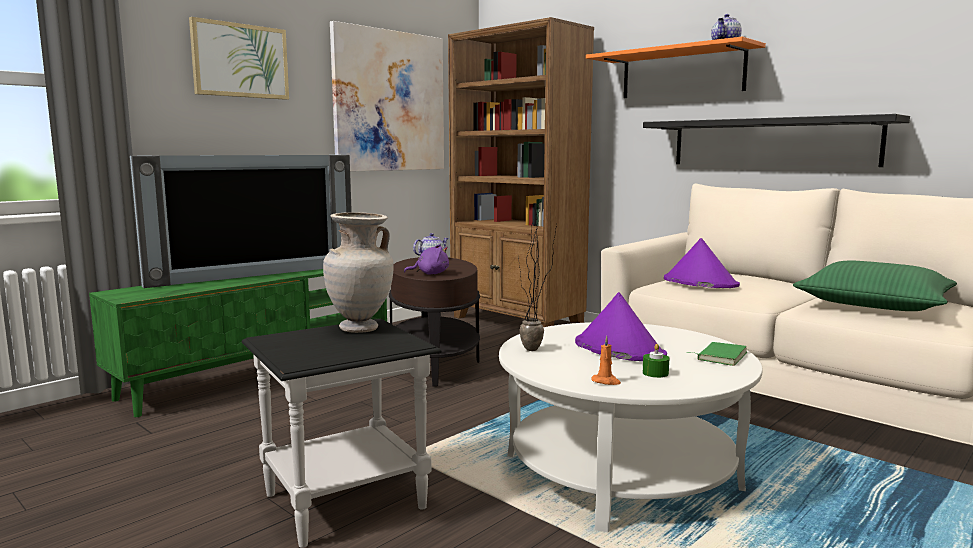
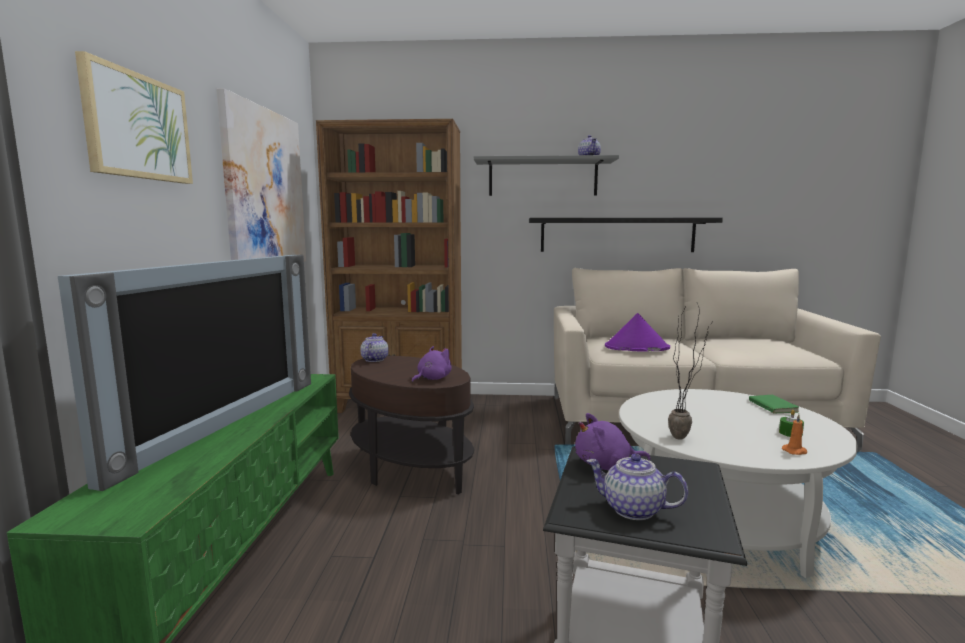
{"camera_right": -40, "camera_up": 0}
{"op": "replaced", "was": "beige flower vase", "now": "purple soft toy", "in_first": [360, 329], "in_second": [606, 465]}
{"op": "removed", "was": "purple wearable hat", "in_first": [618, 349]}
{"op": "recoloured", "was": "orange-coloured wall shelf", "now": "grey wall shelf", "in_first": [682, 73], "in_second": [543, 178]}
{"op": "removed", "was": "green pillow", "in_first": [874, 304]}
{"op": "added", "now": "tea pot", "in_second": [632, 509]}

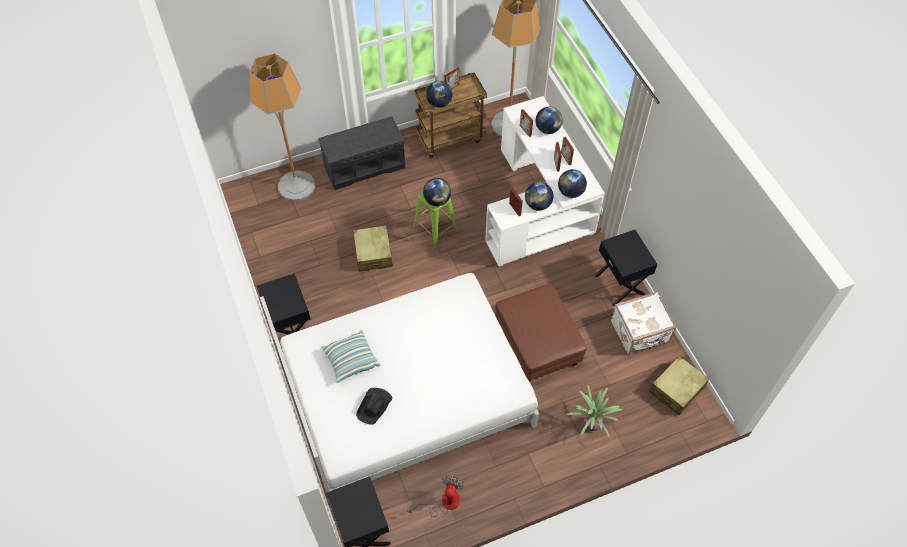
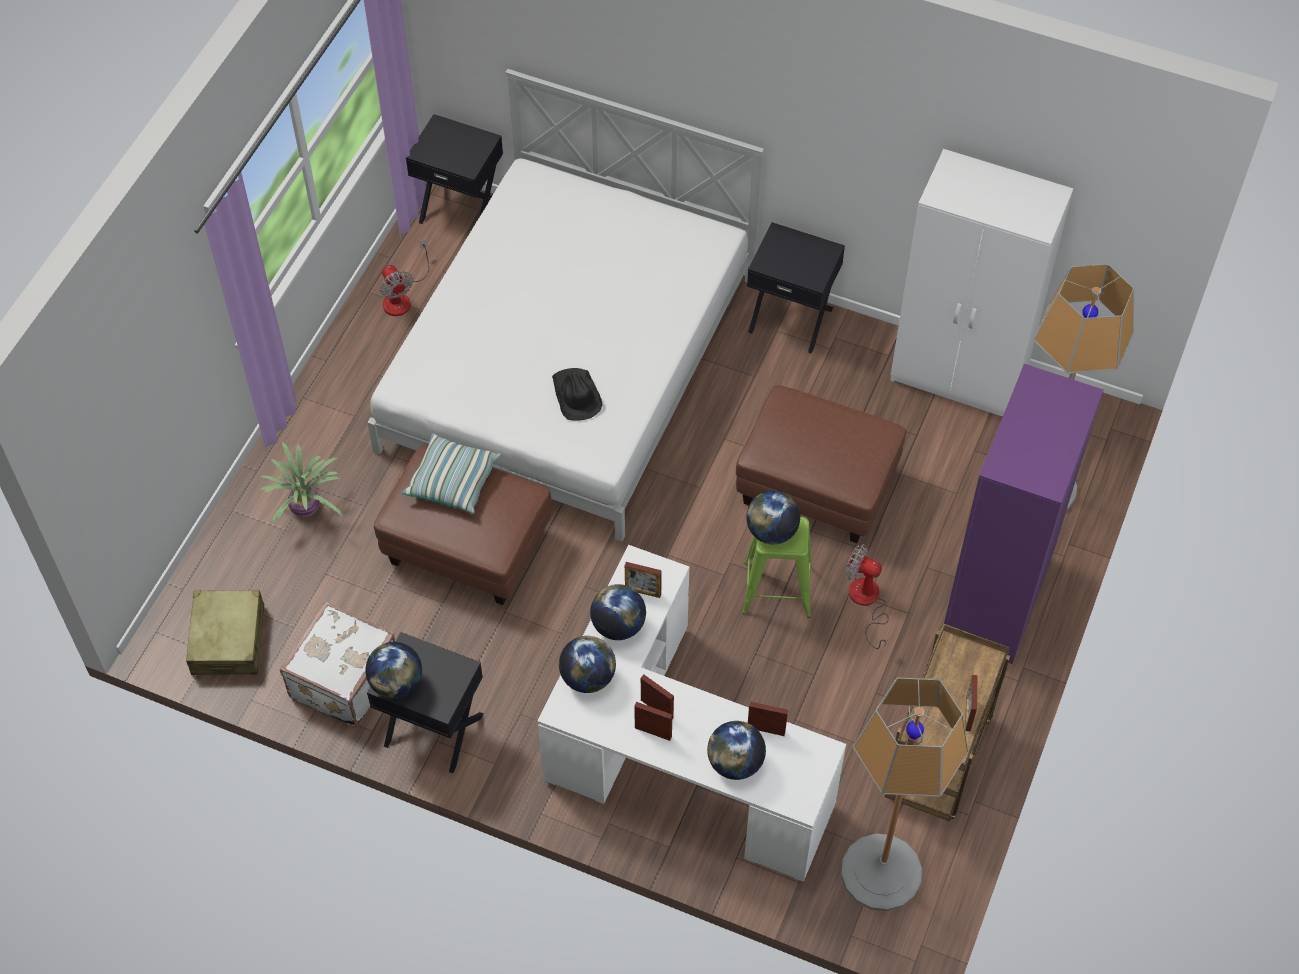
{"camera_right": 135, "camera_up": 0}
{"op": "replaced", "was": "grey bench", "now": "purple armoire", "in_first": [365, 166], "in_second": [995, 599]}
{"op": "moved", "was": "pillow", "in_first": [351, 360], "in_second": [452, 481]}
{"op": "replaced", "was": "beige travel case", "now": "brownish footrest", "in_first": [373, 253], "in_second": [816, 486]}
{"op": "moved", "was": "blackish wearable hat", "in_first": [374, 406], "in_second": [576, 396]}
{"op": "moved", "was": "world globe", "in_first": [439, 103], "in_second": [396, 683]}
{"op": "added", "now": "fan", "in_second": [866, 602]}
{"op": "added", "now": "white-coloured armoire", "in_second": [959, 377]}

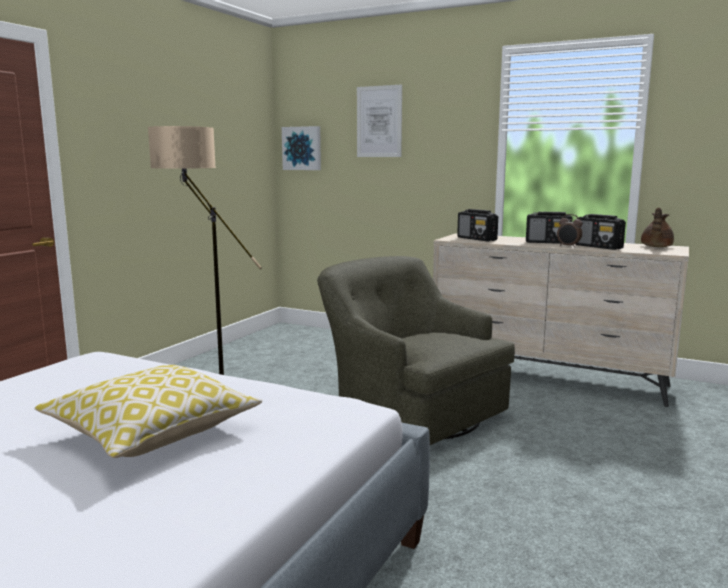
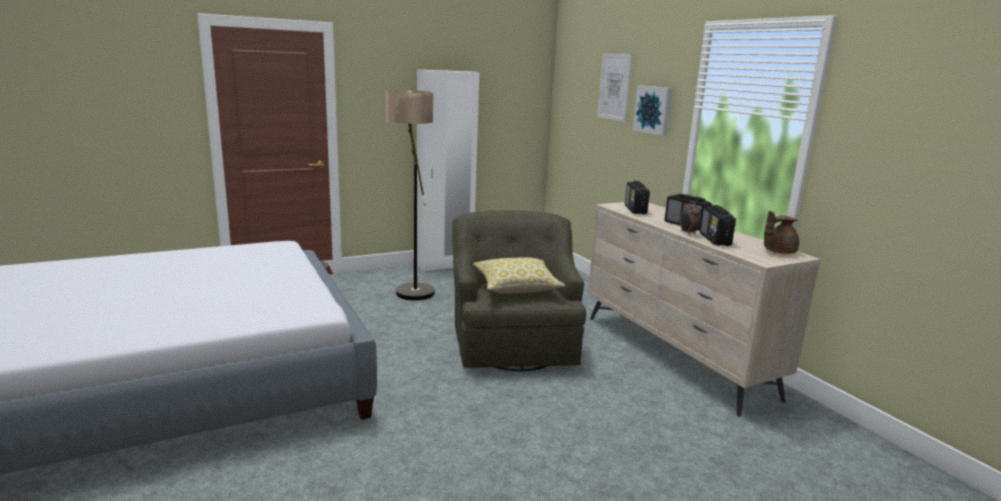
{"camera_right": 35, "camera_up": 5}
{"op": "moved", "was": "pillow", "in_first": [152, 432], "in_second": [516, 287]}
{"op": "moved", "was": "wall art", "in_first": [302, 148], "in_second": [653, 110]}
{"op": "added", "now": "white-coloured armoire", "in_second": [445, 265]}

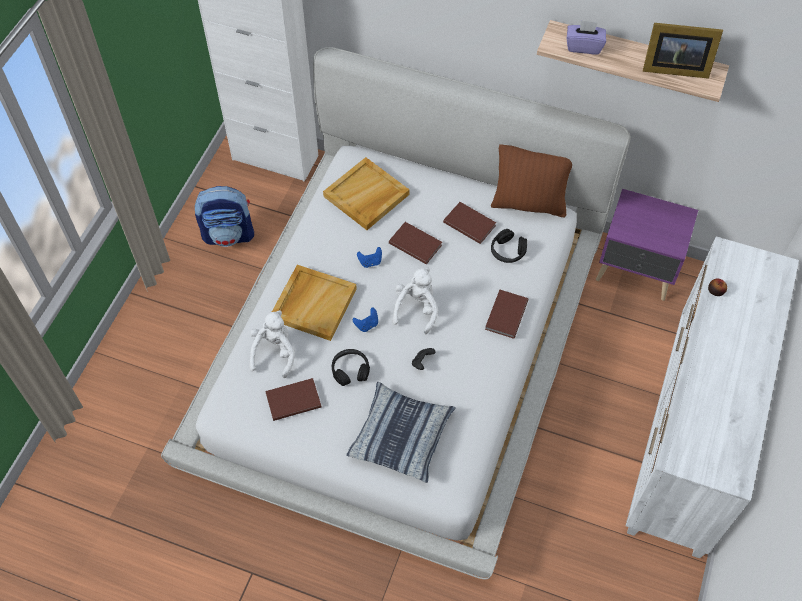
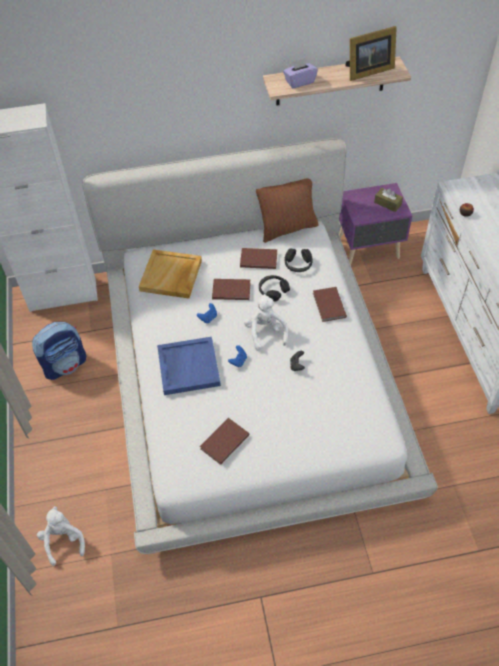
{"camera_right": -30, "camera_up": -5}
{"op": "moved", "was": "white-coloured soft toy", "in_first": [274, 352], "in_second": [63, 541]}
{"op": "recoloured", "was": "beige carrying tray", "now": "blue carrying tray", "in_first": [313, 303], "in_second": [188, 367]}
{"op": "moved", "was": "blackish headphones", "in_first": [350, 370], "in_second": [273, 291]}
{"op": "removed", "was": "pillow", "in_first": [401, 436]}
{"op": "added", "now": "brownish tissue box", "in_second": [387, 203]}

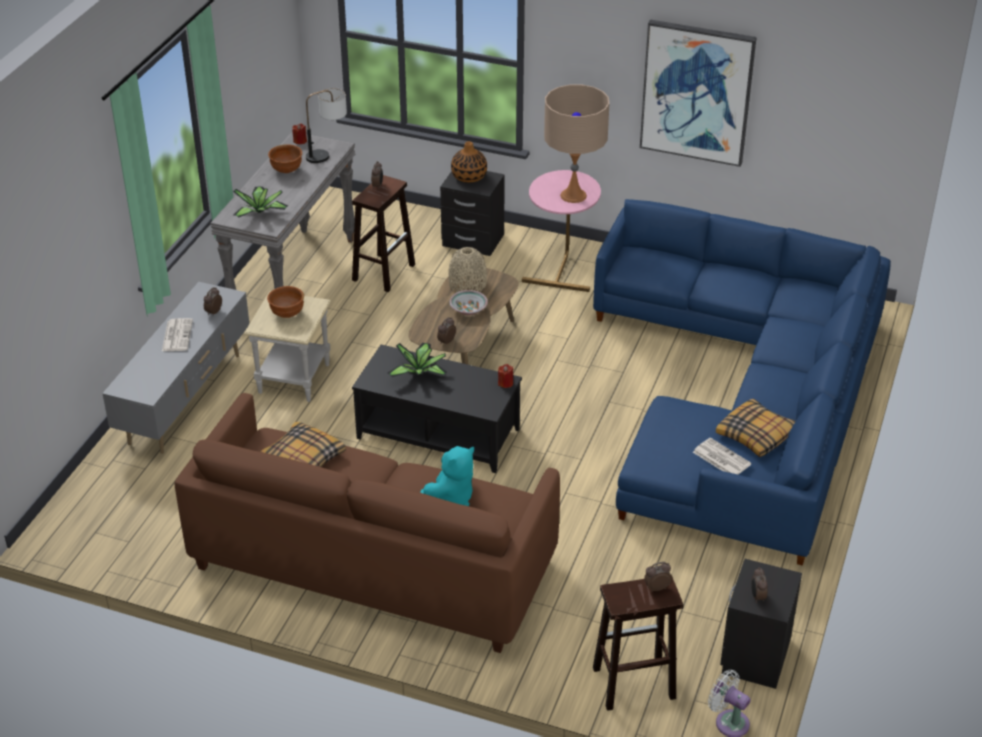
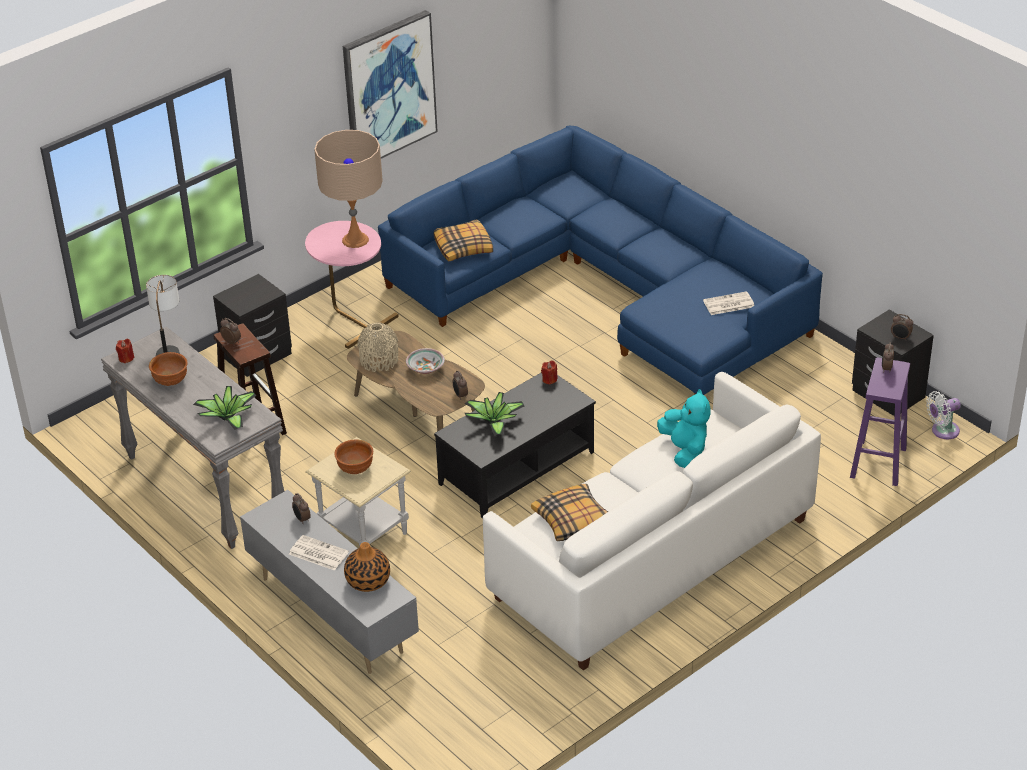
{"camera_right": -60, "camera_up": 0}
{"op": "recoloured", "was": "brownish settee", "now": "white-coloured settee", "in_first": [373, 563], "in_second": [653, 559]}
{"op": "moved", "was": "flower vase", "in_first": [469, 176], "in_second": [368, 580]}
{"op": "recoloured", "was": "brownish stool", "now": "purple stool", "in_first": [632, 683], "in_second": [878, 463]}
{"op": "moved", "was": "pillow", "in_first": [756, 435], "in_second": [464, 247]}

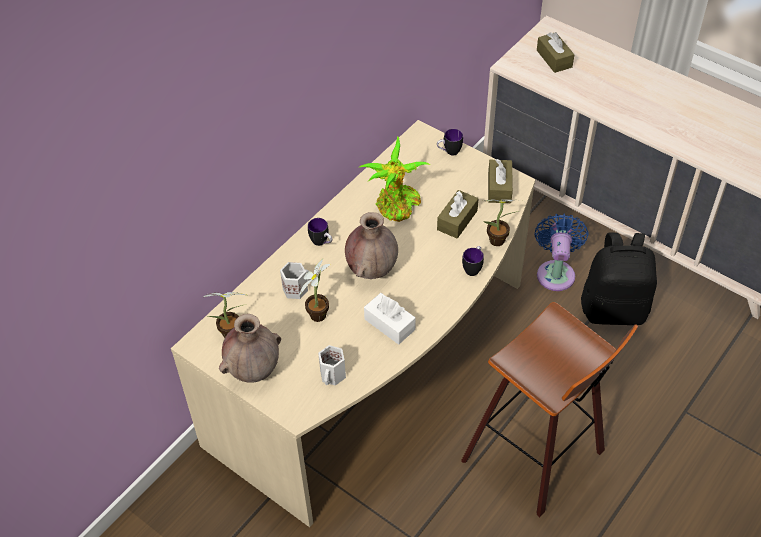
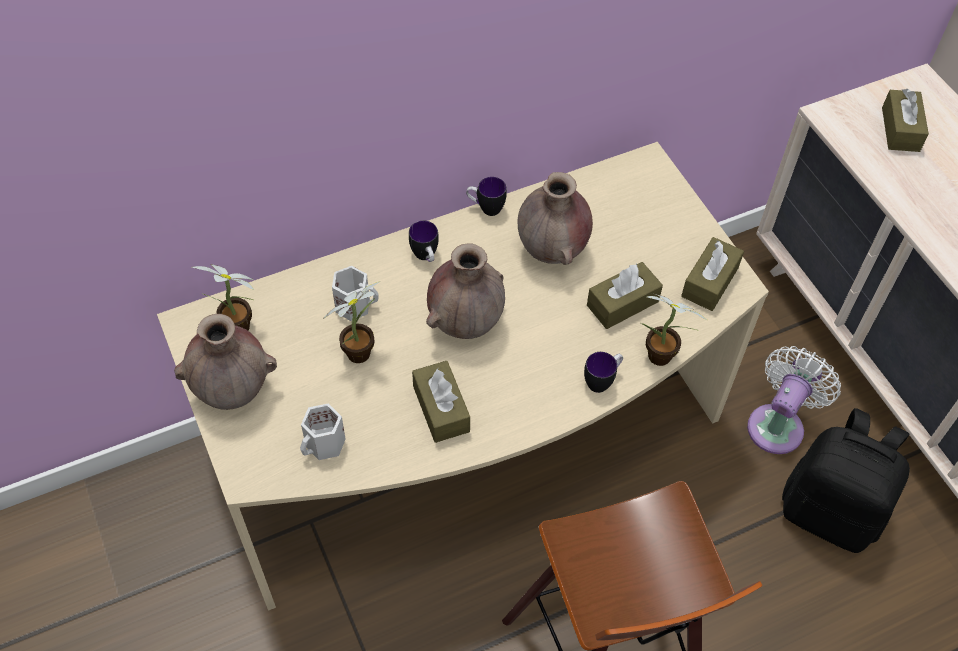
{"camera_right": 25, "camera_up": 5}
{"op": "replaced", "was": "houseplant", "now": "brownish flower vase", "in_first": [396, 208], "in_second": [552, 251]}
{"op": "recoloured", "was": "white-coloured tissue box", "now": "brownish tissue box", "in_first": [389, 324], "in_second": [441, 409]}
{"op": "moved", "was": "tea mug", "in_first": [449, 152], "in_second": [485, 208]}
{"op": "recoloured", "was": "blue fan", "now": "white-coloured fan", "in_first": [556, 272], "in_second": [778, 424]}

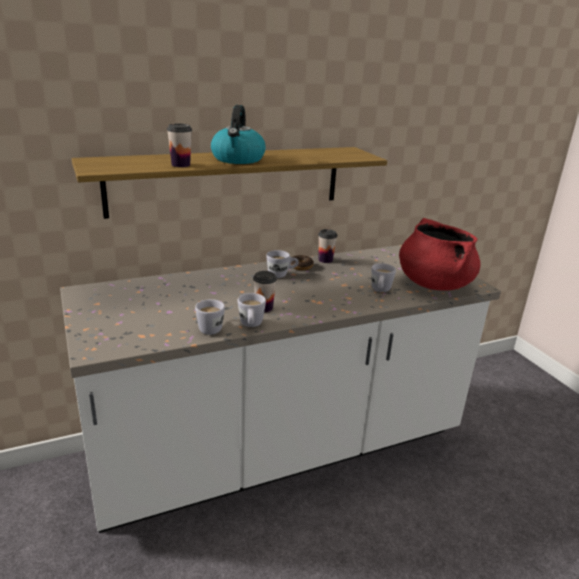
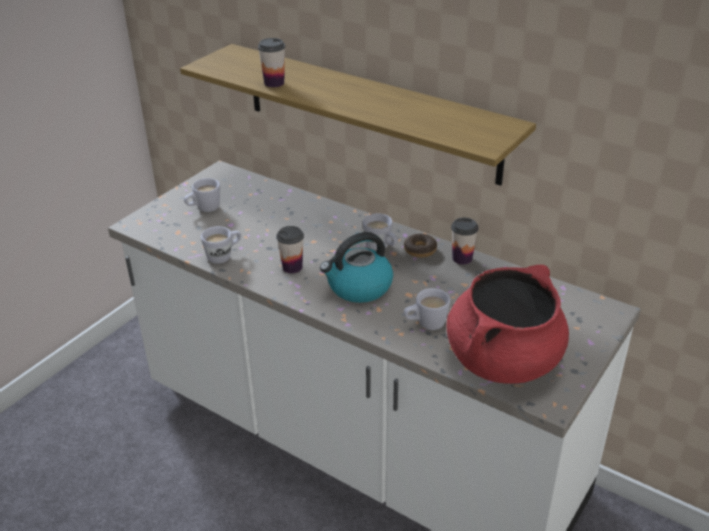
{"camera_right": 60, "camera_up": 10}
{"op": "moved", "was": "tea kettle", "in_first": [238, 159], "in_second": [358, 287]}
{"op": "moved", "was": "white-coloured tea mug", "in_first": [251, 325], "in_second": [204, 209]}

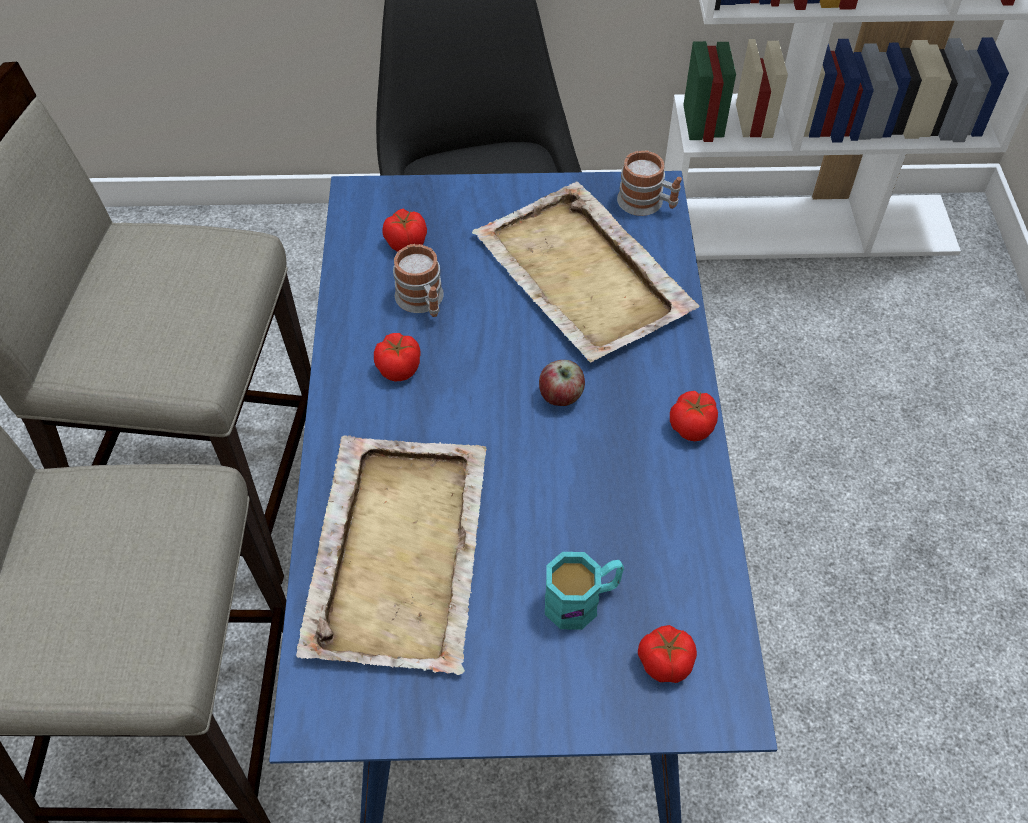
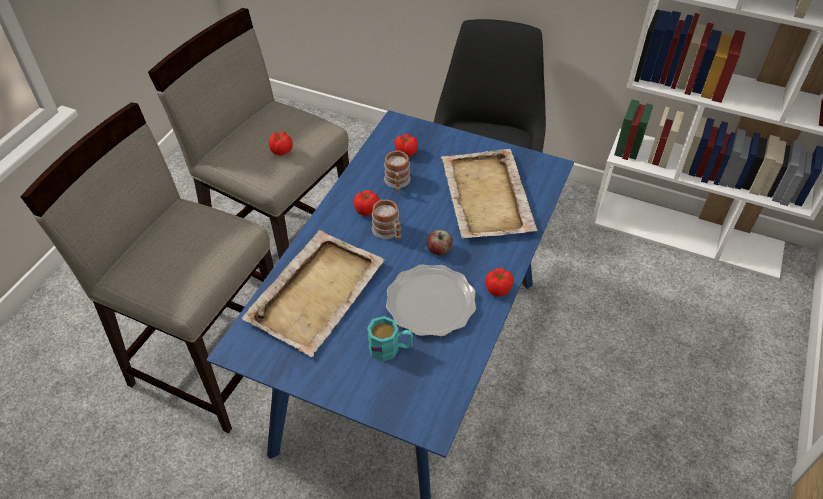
{"camera_right": 25, "camera_up": -5}
{"op": "moved", "was": "tea mug", "in_first": [647, 203], "in_second": [388, 232]}
{"op": "moved", "was": "fresh tomato", "in_first": [664, 663], "in_second": [281, 150]}
{"op": "added", "now": "flat dish", "in_second": [430, 302]}

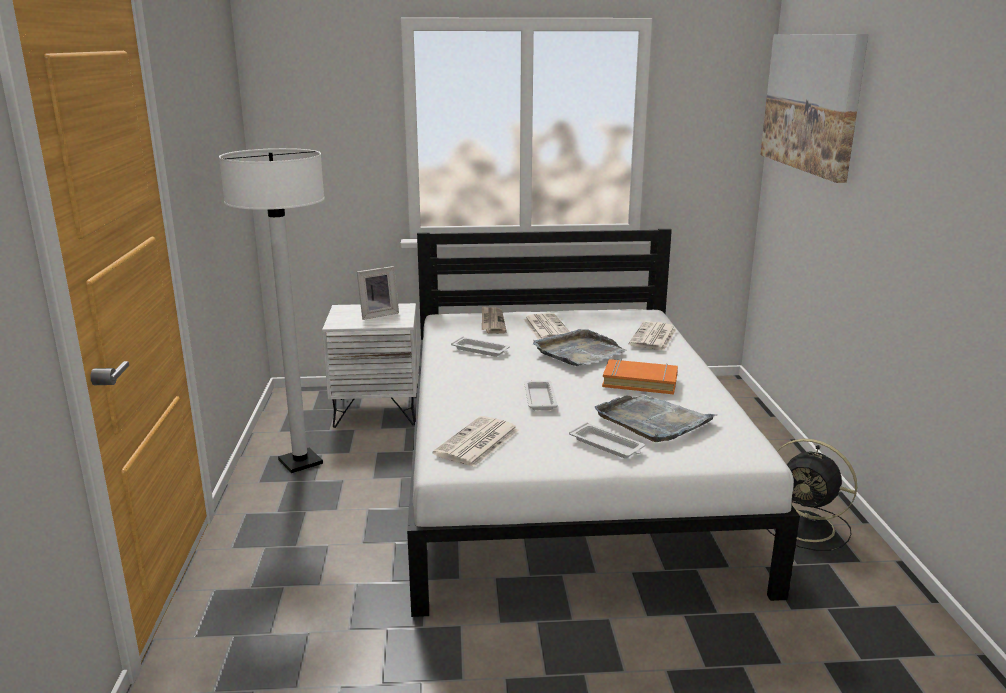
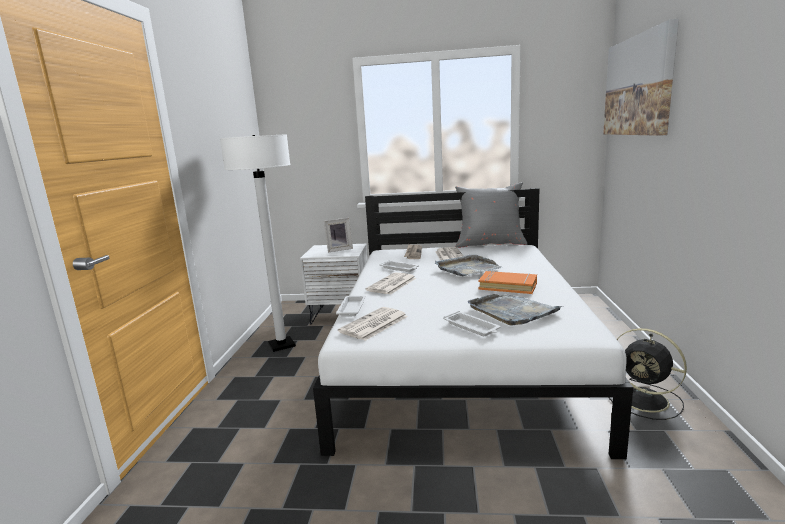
{"camera_right": 10, "camera_up": -5}
{"op": "moved", "was": "white-coloured carrying tray", "in_first": [540, 398], "in_second": [352, 308]}
{"op": "moved", "was": "newspaper", "in_first": [653, 337], "in_second": [392, 284]}
{"op": "added", "now": "grey pillow", "in_second": [490, 244]}

